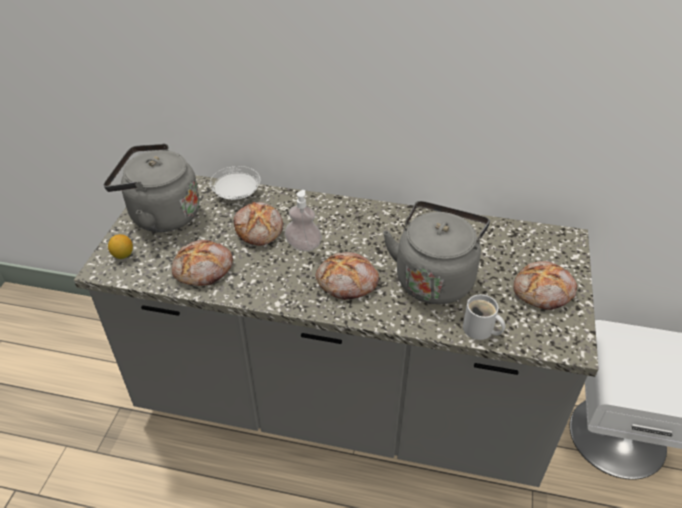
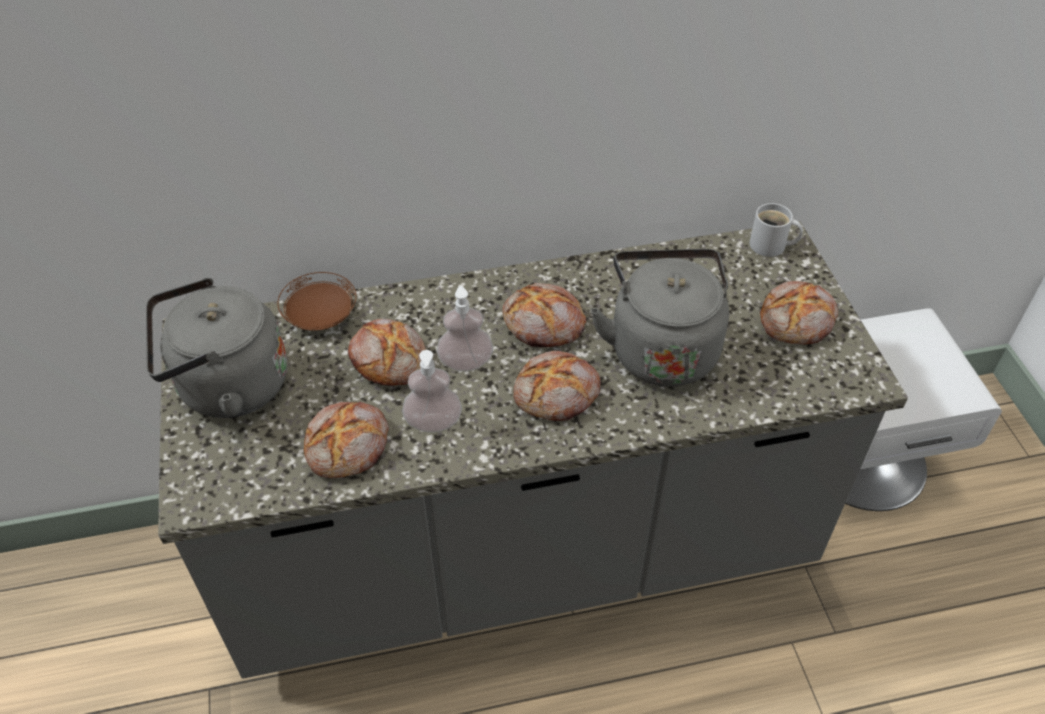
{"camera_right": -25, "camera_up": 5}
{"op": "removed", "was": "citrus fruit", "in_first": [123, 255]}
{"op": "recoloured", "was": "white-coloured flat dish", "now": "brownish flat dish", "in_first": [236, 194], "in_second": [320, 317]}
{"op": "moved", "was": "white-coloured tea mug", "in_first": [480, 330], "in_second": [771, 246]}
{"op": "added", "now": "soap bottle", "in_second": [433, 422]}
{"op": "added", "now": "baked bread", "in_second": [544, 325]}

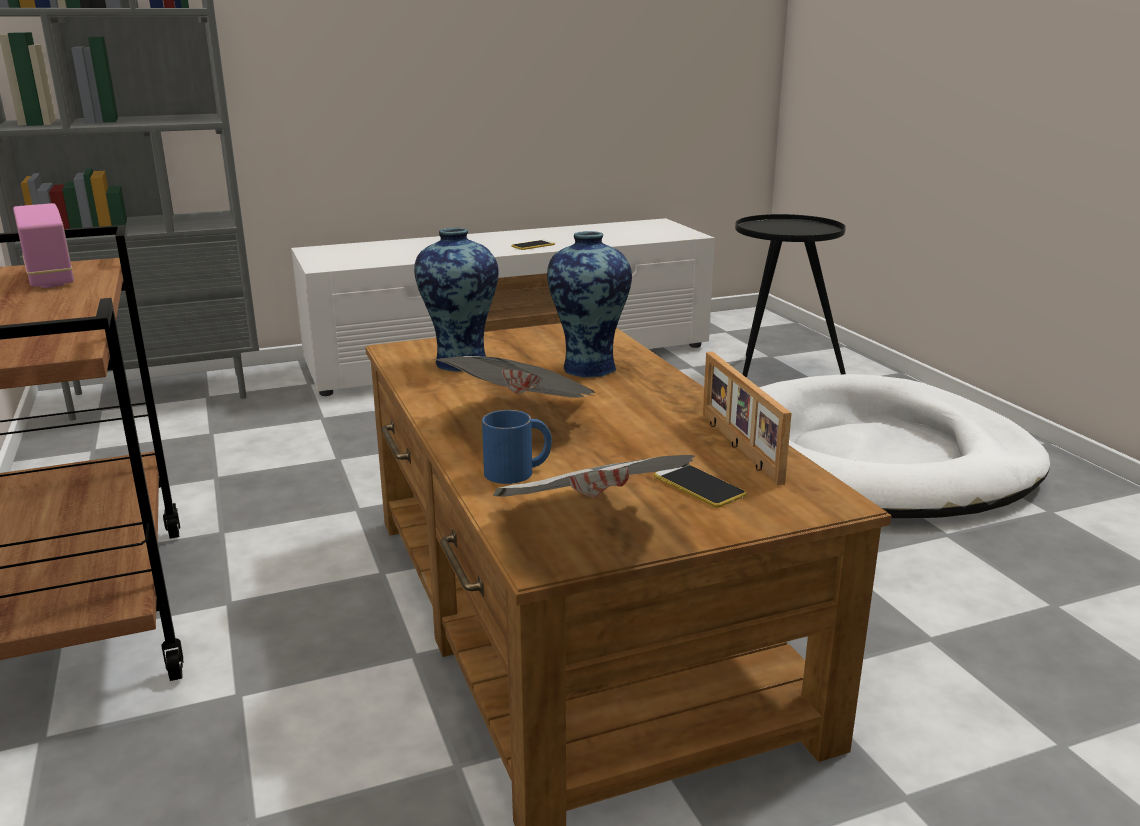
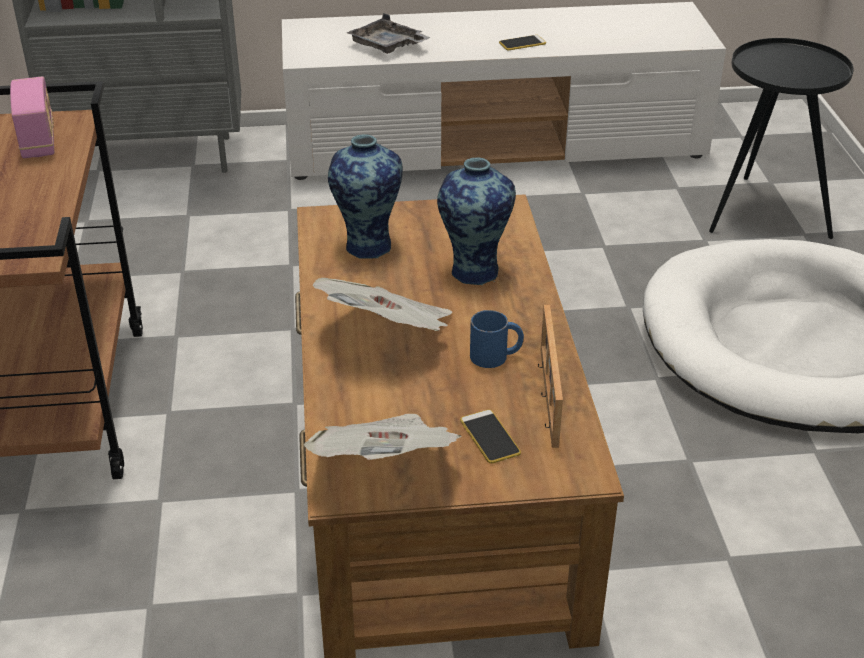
{"camera_right": 15, "camera_up": 15}
{"op": "moved", "was": "blue tea mug", "in_first": [518, 471], "in_second": [496, 356]}
{"op": "added", "now": "grey carrying tray", "in_second": [387, 46]}

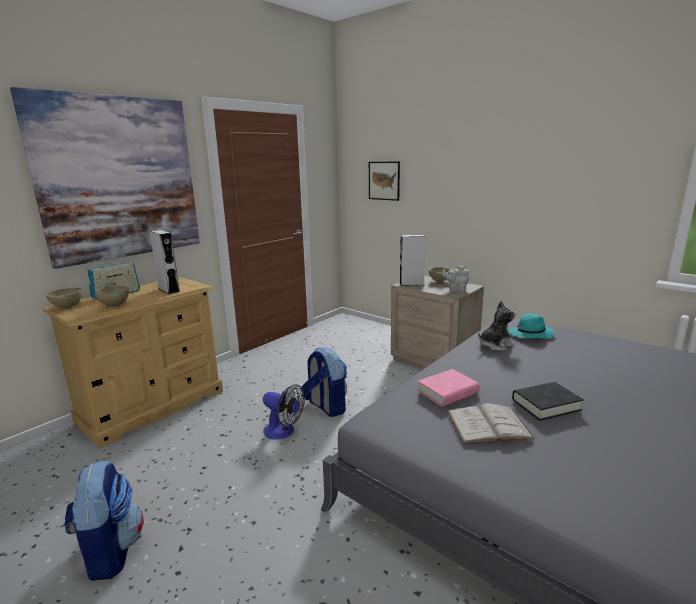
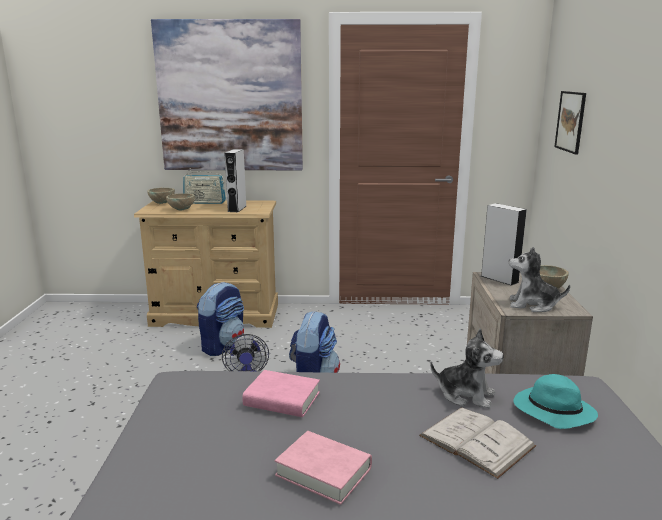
{"camera_right": 50, "camera_up": 0}
{"op": "moved", "was": "backpack", "in_first": [110, 551], "in_second": [223, 346]}
{"op": "replaced", "was": "grey tea pot", "now": "soft toy", "in_first": [456, 290], "in_second": [532, 305]}
{"op": "moved", "was": "white-coloured bound book", "in_first": [488, 425], "in_second": [476, 441]}
{"op": "recoloured", "was": "blackish bound book", "now": "pink-coloured bound book", "in_first": [546, 405], "in_second": [323, 472]}

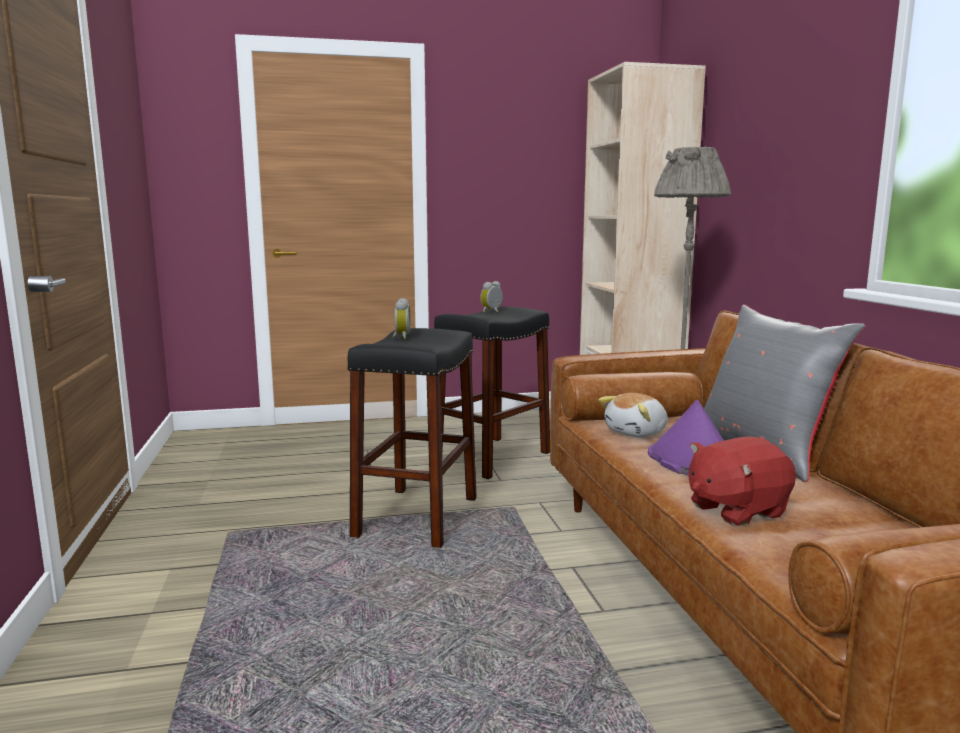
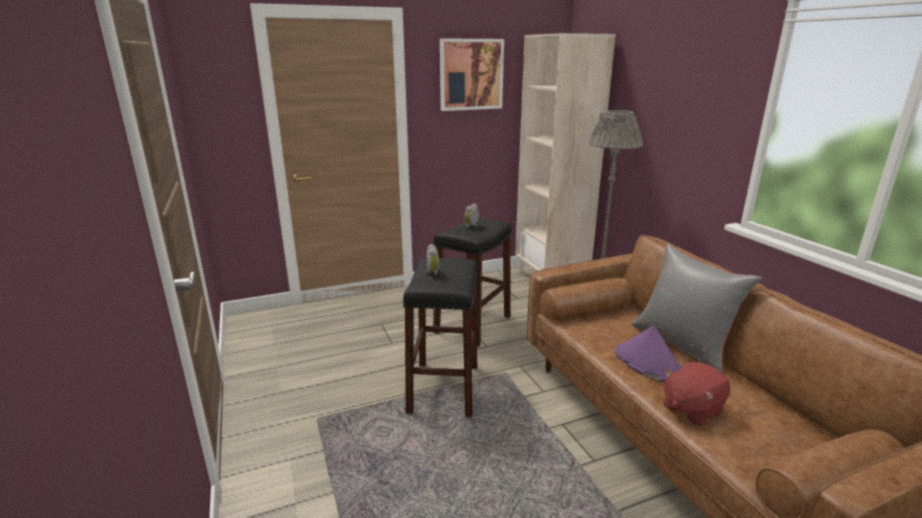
{"camera_right": -10, "camera_up": 10}
{"op": "removed", "was": "soft toy", "in_first": [637, 432]}
{"op": "added", "now": "wall art", "in_second": [471, 74]}

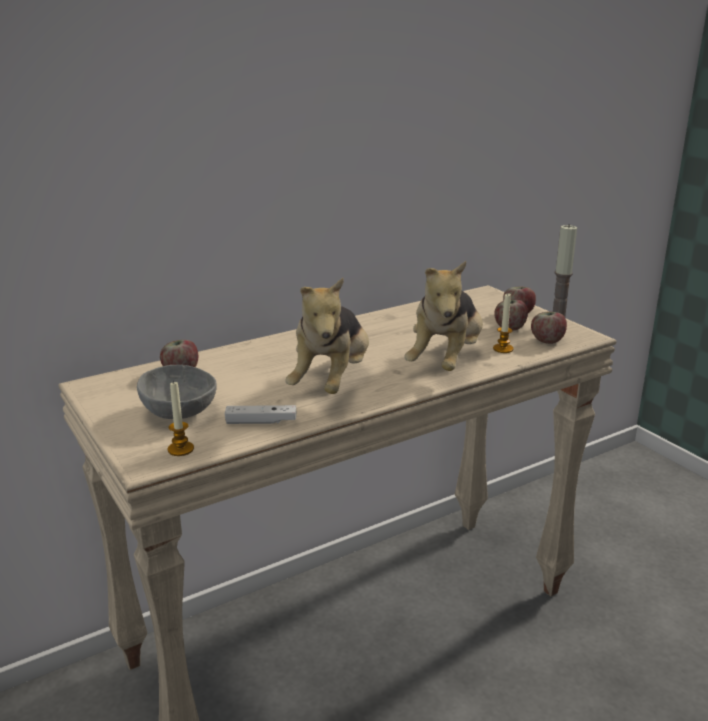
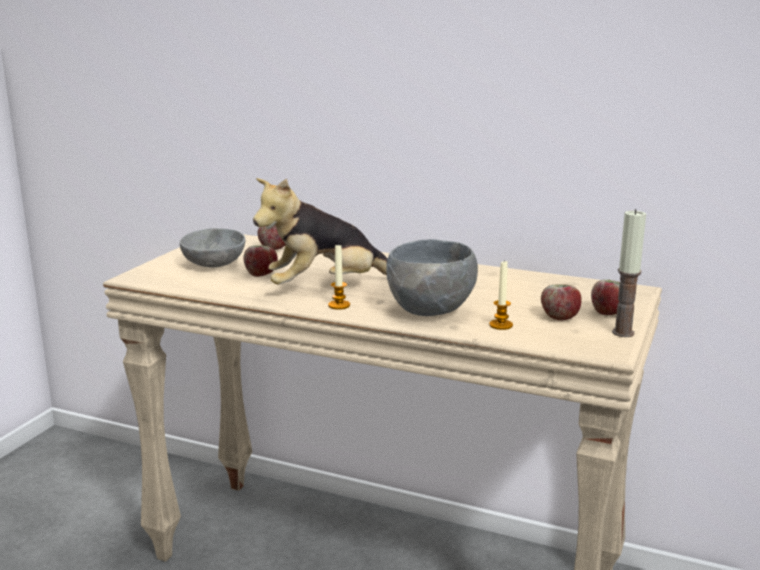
{"camera_right": 55, "camera_up": -5}
{"op": "moved", "was": "wax light", "in_first": [180, 449], "in_second": [339, 305]}
{"op": "removed", "was": "white-coloured gamepad", "in_first": [261, 422]}
{"op": "replaced", "was": "soft toy", "now": "grey bowl", "in_first": [446, 361], "in_second": [432, 311]}
{"op": "moved", "was": "apple", "in_first": [547, 340], "in_second": [261, 274]}

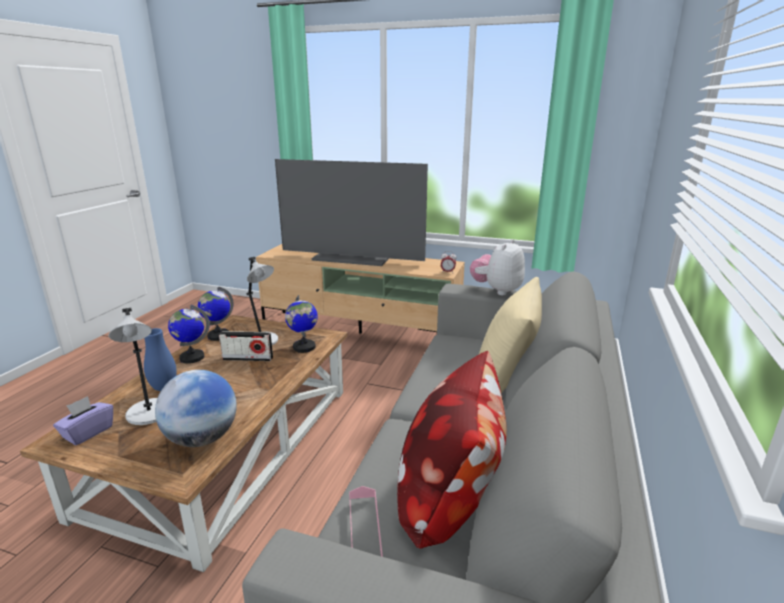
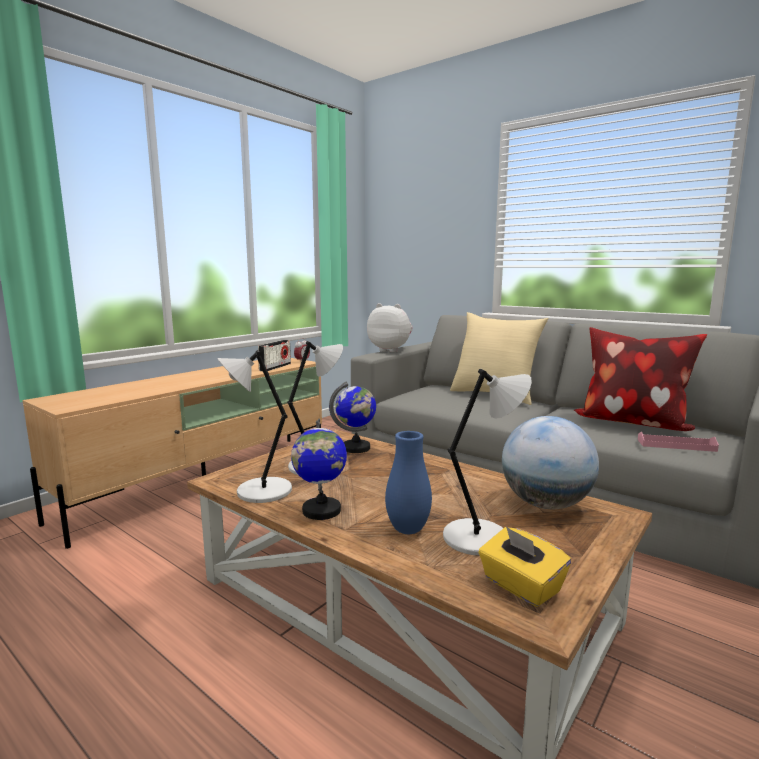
{"camera_right": -70, "camera_up": -10}
{"op": "recoloured", "was": "purple tissue box", "now": "yellow tissue box", "in_first": [88, 432], "in_second": [520, 586]}
{"op": "replaced", "was": "world globe", "now": "grey lamp for a table", "in_first": [218, 336], "in_second": [261, 492]}
{"op": "moved", "was": "radio", "in_first": [248, 358], "in_second": [275, 367]}
{"op": "removed", "was": "television", "in_first": [353, 258]}
{"op": "turned", "was": "soft toy", "in_first": [497, 290], "in_second": [390, 350], "clockwise": 150}

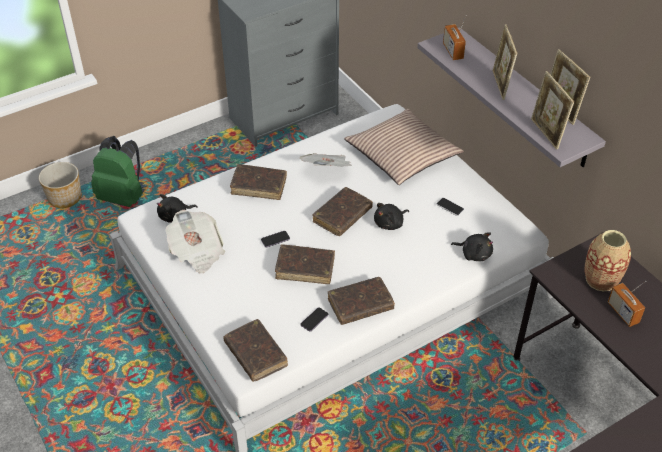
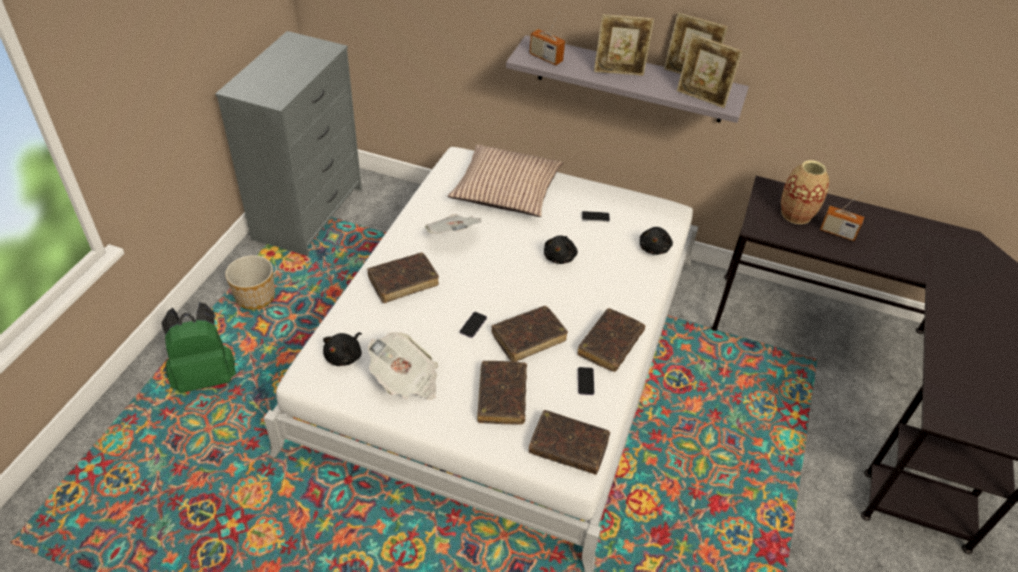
{"camera_right": -40, "camera_up": 0}
{"op": "moved", "was": "plant pot", "in_first": [65, 197], "in_second": [255, 296]}
{"op": "moved", "was": "brownish bound book", "in_first": [342, 216], "in_second": [502, 397]}
{"op": "turned", "was": "blackish soft toy", "in_first": [474, 253], "in_second": [654, 248], "clockwise": 120}
{"op": "turned", "was": "photo frame", "in_first": [500, 85], "in_second": [619, 72], "clockwise": -45}

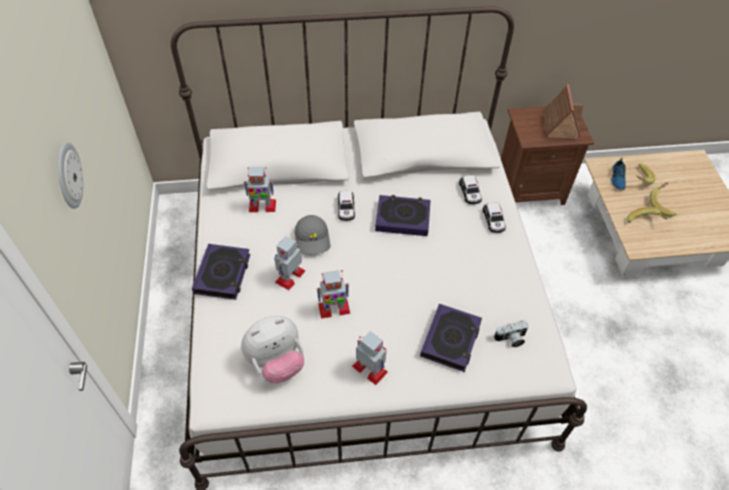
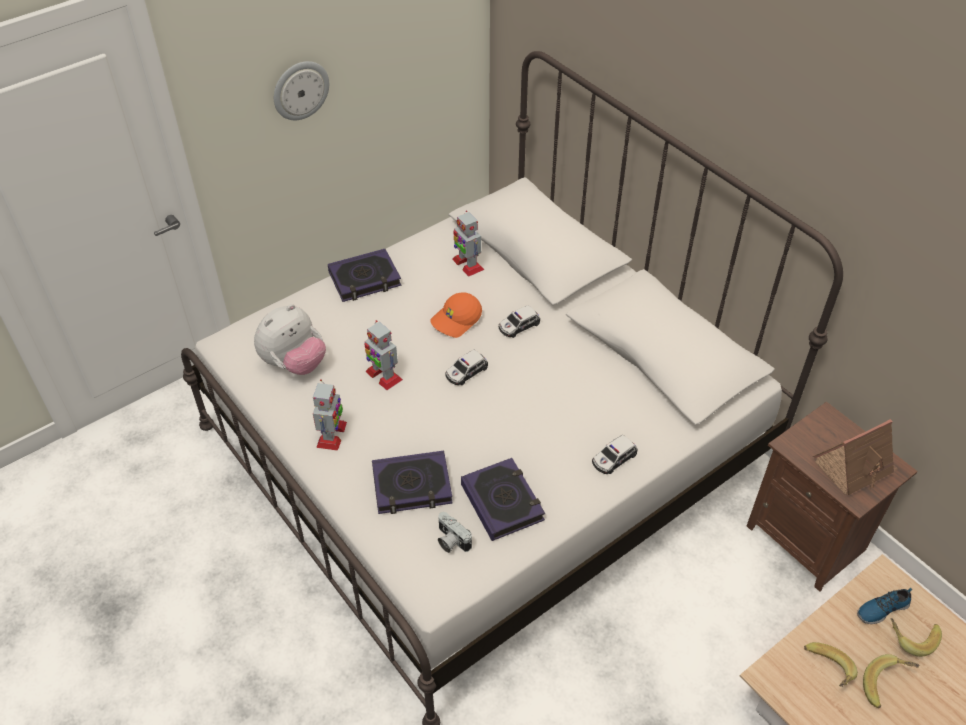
{"camera_right": 60, "camera_up": -5}
{"op": "turned", "was": "soft toy", "in_first": [276, 362], "in_second": [294, 363], "clockwise": -75}
{"op": "removed", "was": "robot figure", "in_first": [290, 276]}
{"op": "recoloured", "was": "grey peaked cap", "now": "orange-coloured peaked cap", "in_first": [313, 239], "in_second": [456, 320]}
{"op": "moved", "was": "bound book", "in_first": [402, 218], "in_second": [502, 502]}
{"op": "moved", "was": "toy car", "in_first": [470, 192], "in_second": [466, 372]}

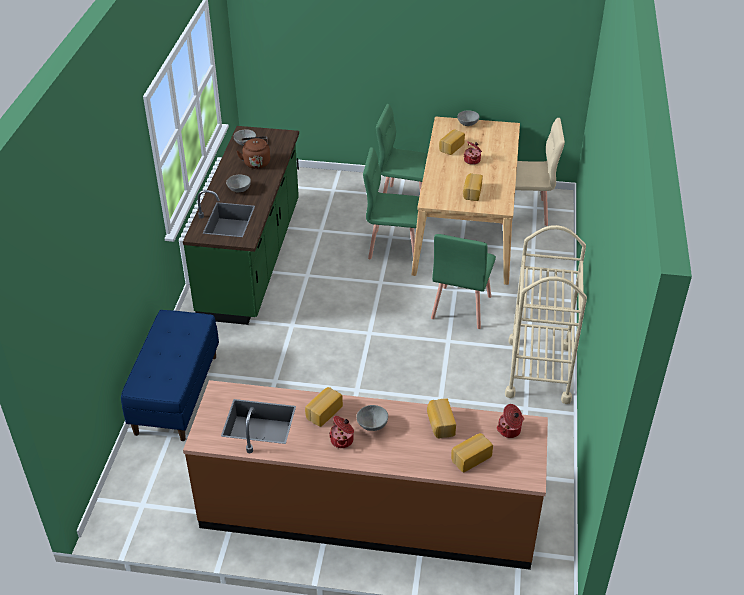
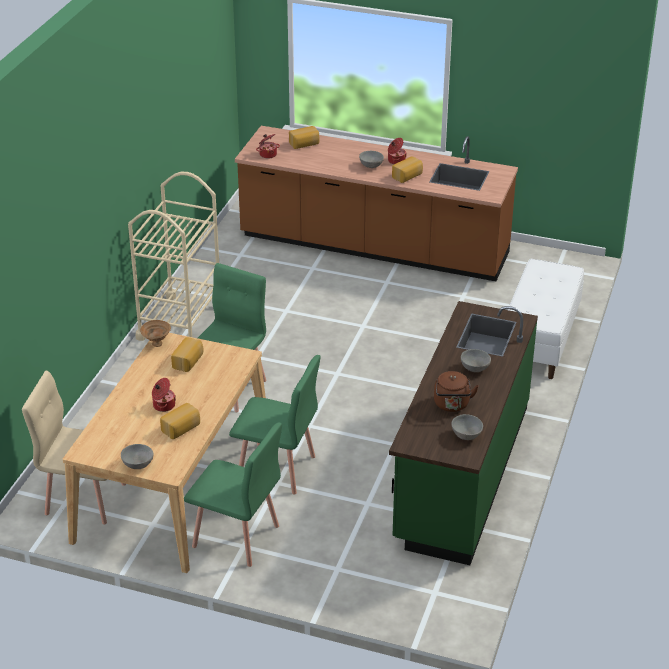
{"camera_right": -170, "camera_up": -5}
{"op": "recoloured", "was": "blue bench", "now": "white-coloured bench", "in_first": [176, 393], "in_second": [540, 341]}
{"op": "removed", "was": "baked bread", "in_first": [440, 424]}
{"op": "added", "now": "brownish bowl", "in_second": [157, 344]}

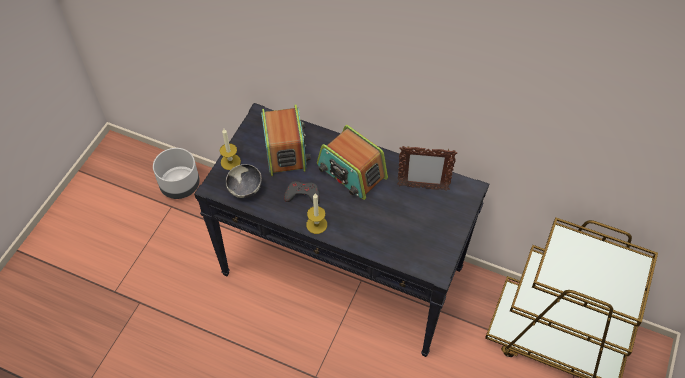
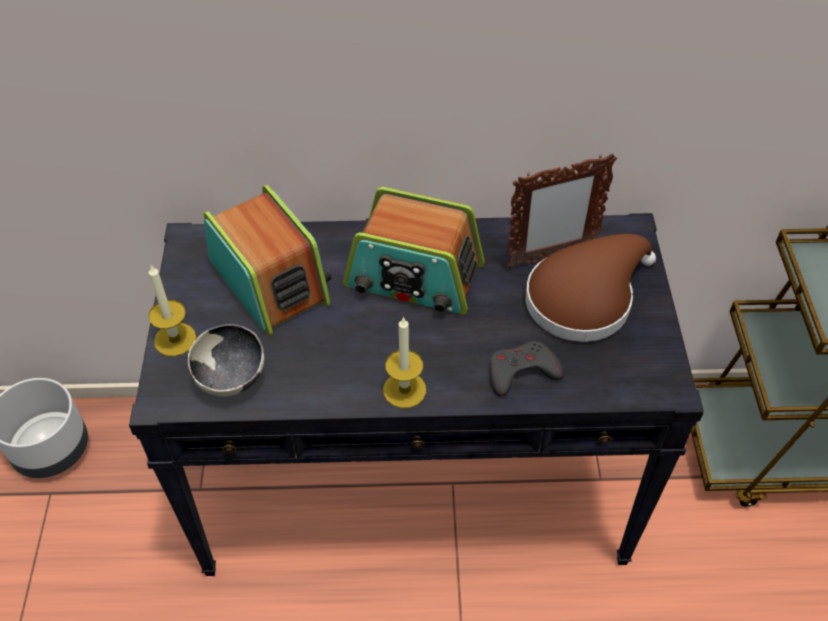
{"camera_right": -25, "camera_up": -5}
{"op": "moved", "was": "grey gamepad", "in_first": [302, 195], "in_second": [521, 372]}
{"op": "added", "now": "brownish wearable hat", "in_second": [584, 298]}

